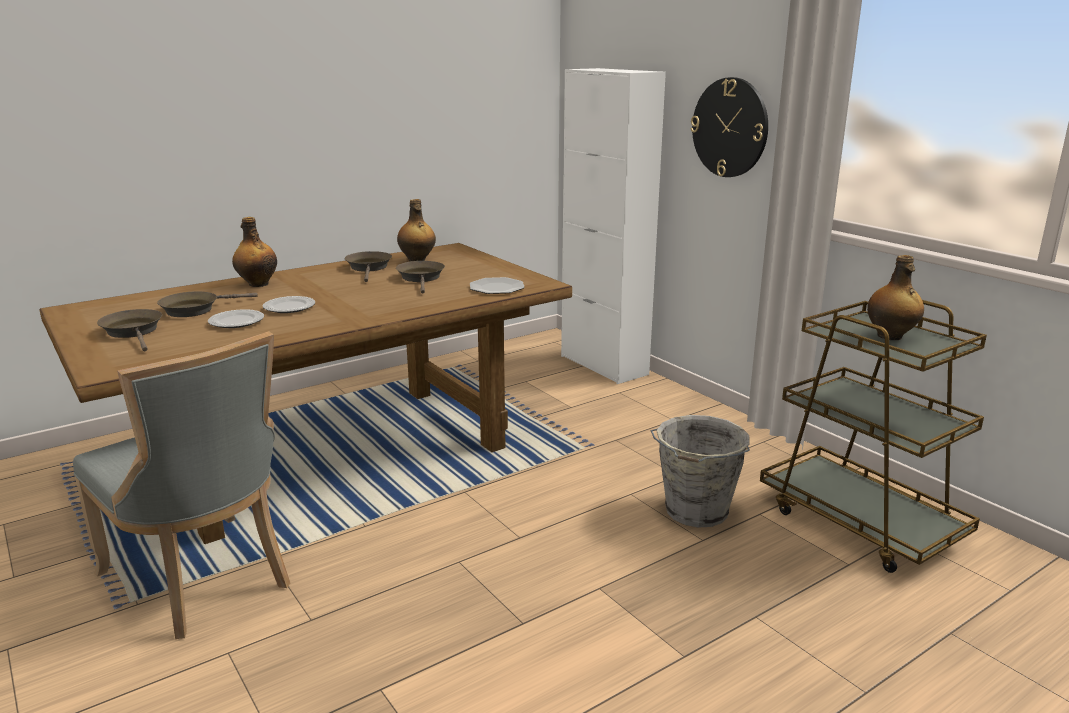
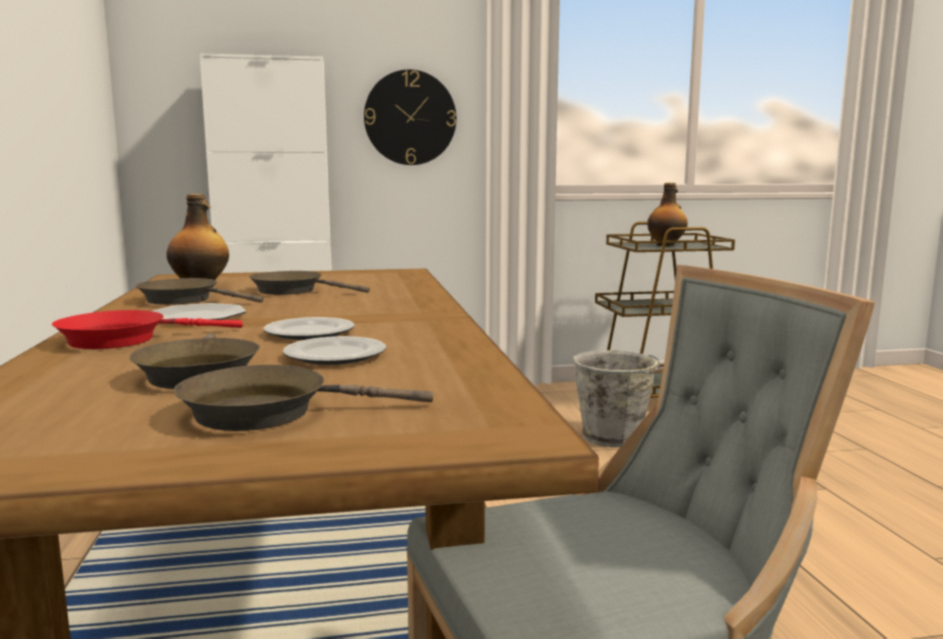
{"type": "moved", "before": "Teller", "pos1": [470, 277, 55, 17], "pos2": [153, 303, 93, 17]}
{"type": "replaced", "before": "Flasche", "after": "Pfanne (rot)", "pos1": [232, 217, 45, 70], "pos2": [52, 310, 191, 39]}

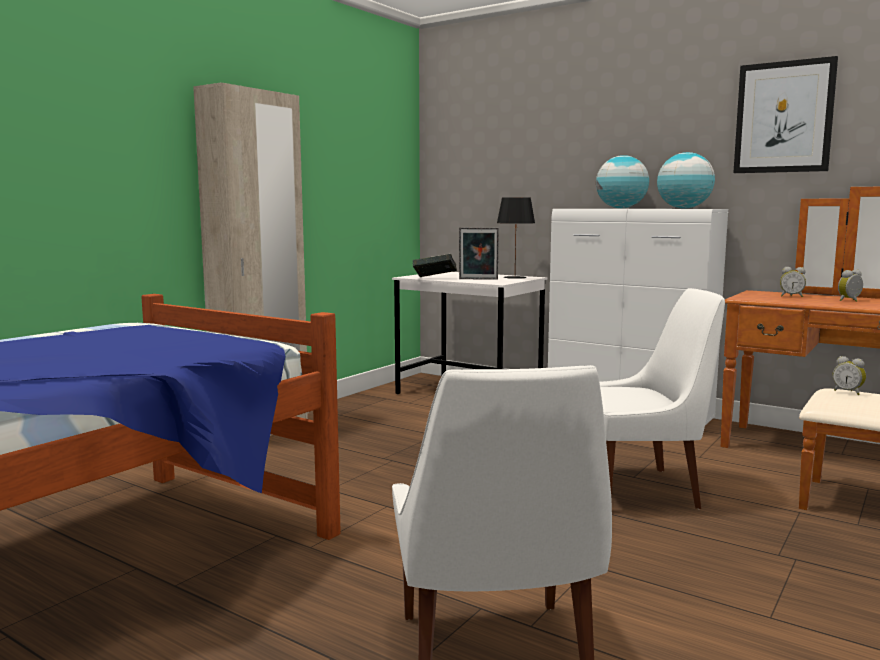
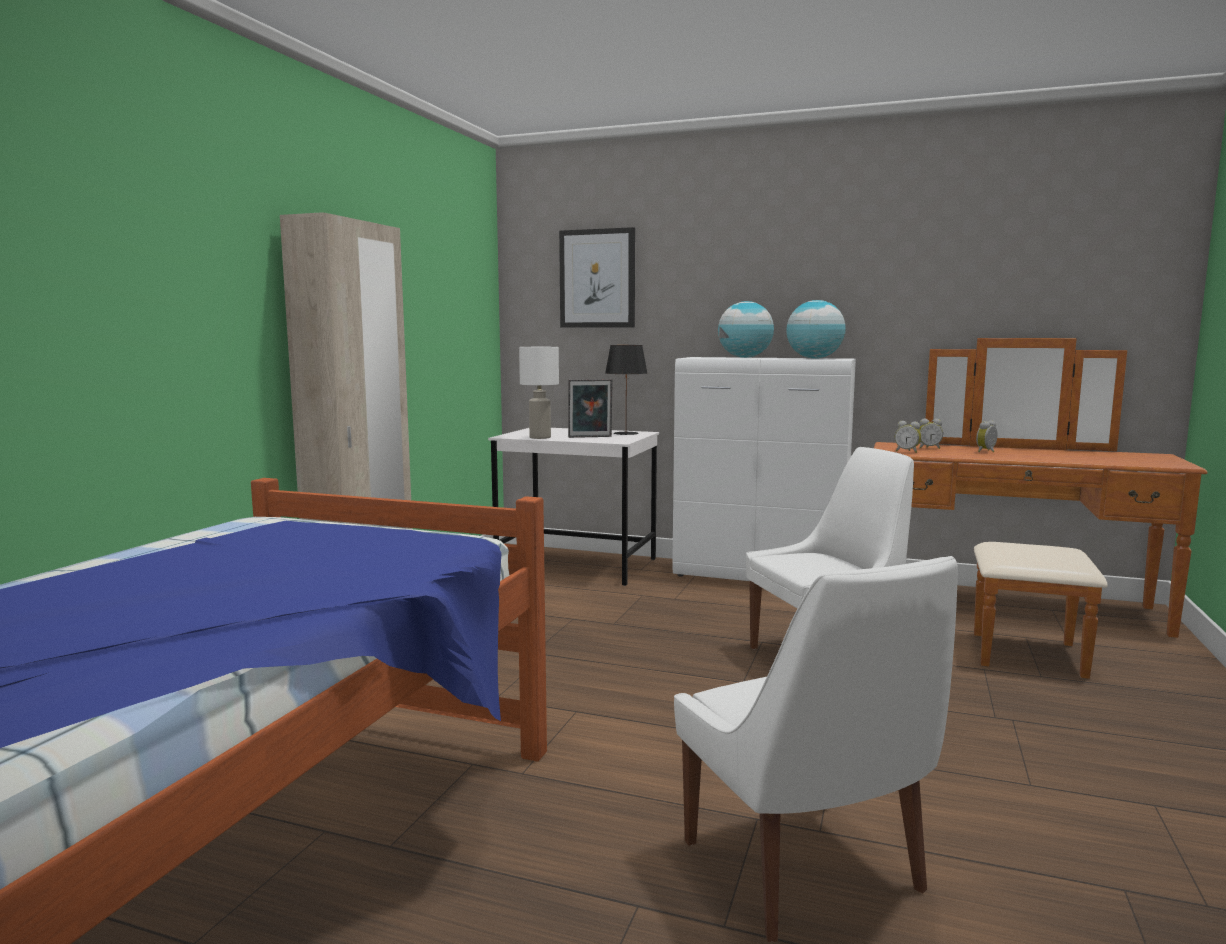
{"type": "moved", "before": "Bild", "pos1": [733, 56, 105, 117], "pos2": [559, 227, 76, 101]}
{"type": "moved", "before": "Wecker", "pos1": [833, 356, 33, 39], "pos2": [895, 421, 26, 32]}
{"type": "replaced", "before": "Buch", "after": "Tischlampe (weiß)", "pos1": [413, 254, 44, 23], "pos2": [519, 347, 40, 92]}

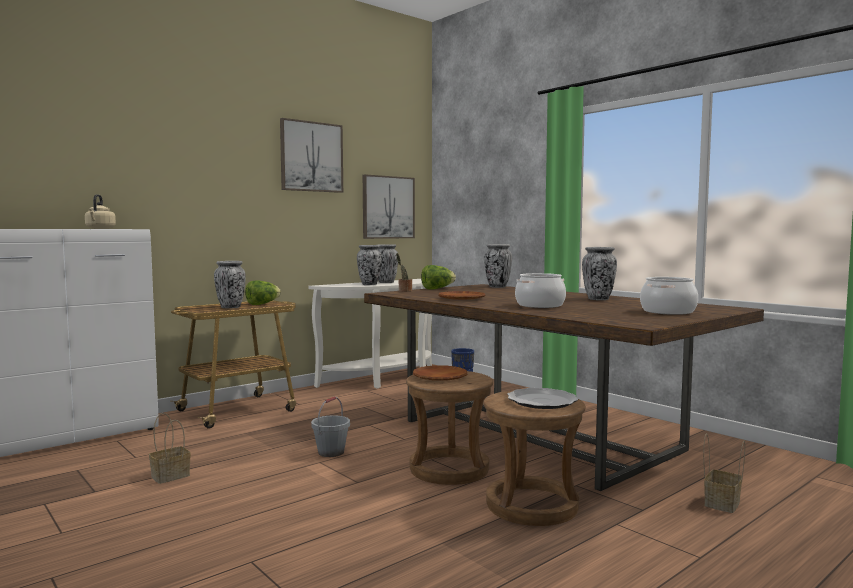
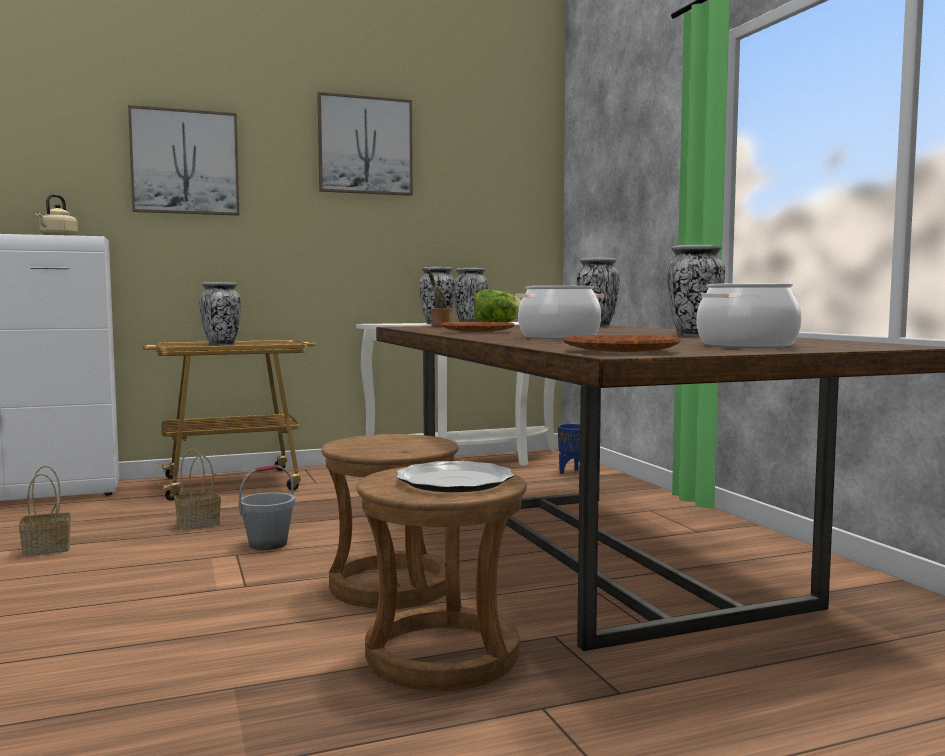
{"type": "removed", "before": "Salatkopf", "pos1": [245, 280, 36, 25]}
{"type": "moved", "before": "Bild", "pos1": [363, 174, 52, 65], "pos2": [128, 105, 111, 111]}
{"type": "moved", "before": "Teller (braun)", "pos1": [413, 365, 54, 16], "pos2": [563, 335, 118, 17]}
{"type": "moved", "before": "Korb", "pos1": [703, 434, 42, 79], "pos2": [174, 449, 47, 81]}

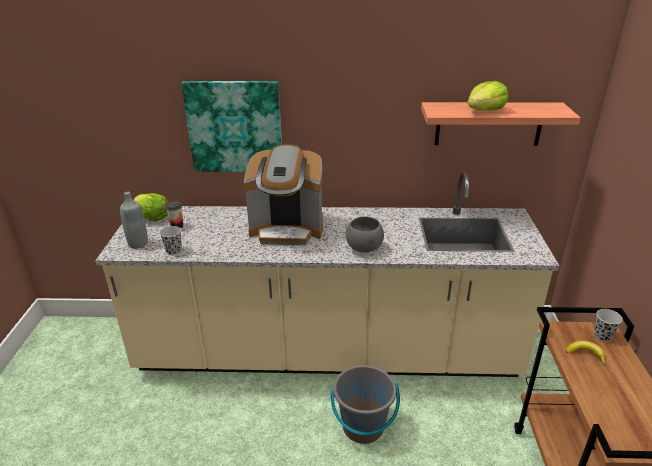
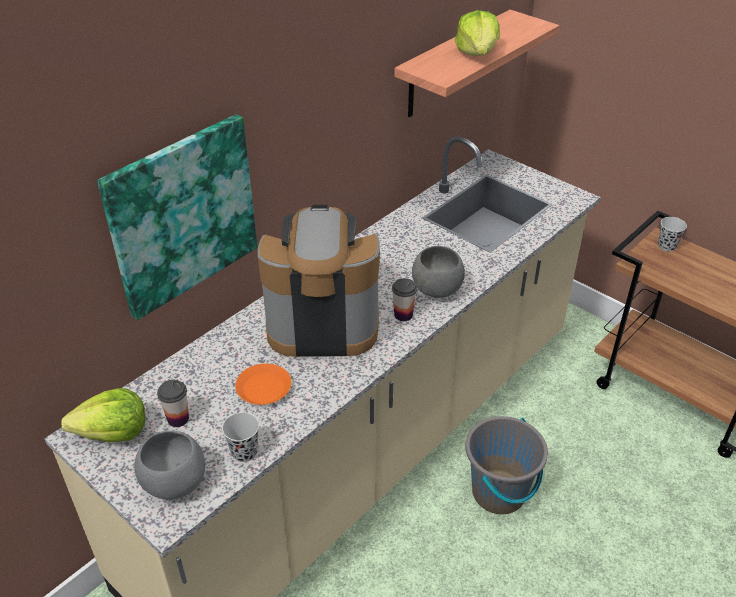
{"type": "removed", "before": "Banane", "pos1": [566, 341, 39, 24]}
{"type": "added", "after": "Teller (orange)", "pos2": [235, 364, 56, 41]}
{"type": "added", "after": "Tasse", "pos2": [392, 278, 25, 43]}
{"type": "replaced", "before": "Flasche (grau)", "after": "Schüssel (grau)", "pos1": [120, 192, 28, 57], "pos2": [135, 431, 70, 68]}
{"type": "turned", "before": "Kaffeemaschine", "pos1": [244, 144, 79, 101], "pos2": [258, 205, 122, 152], "turn": -135}

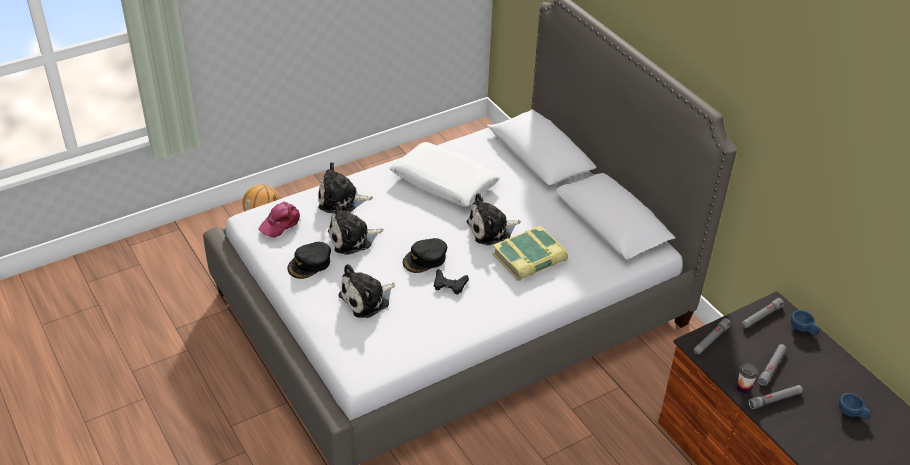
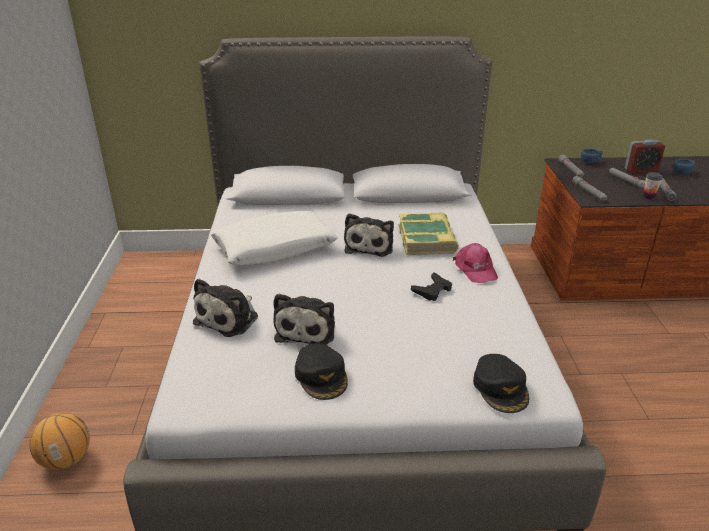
{"type": "removed", "before": "Plüschtier", "pos1": [338, 264, 57, 54]}
{"type": "added", "after": "Wecker", "pos2": [625, 140, 40, 34]}
{"type": "moved", "before": "Kappe (rosa)", "pos1": [258, 202, 42, 36], "pos2": [453, 243, 45, 40]}
{"type": "moved", "before": "Kappe (schwarz)", "pos1": [403, 238, 44, 35], "pos2": [473, 354, 56, 59]}

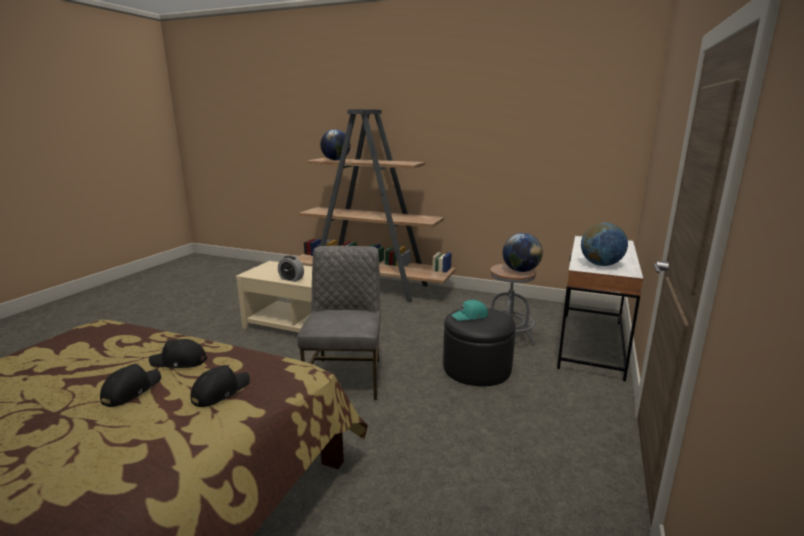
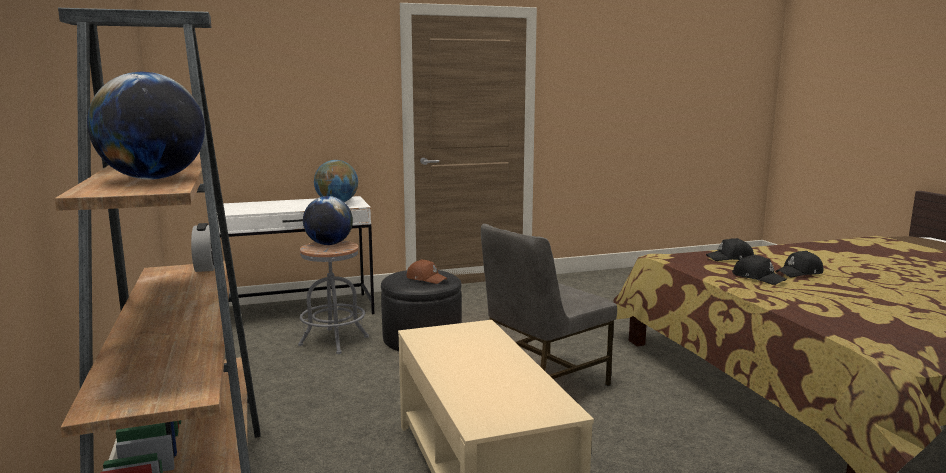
{"type": "moved", "before": "Wecker", "pos1": [278, 256, 26, 26], "pos2": [191, 223, 24, 49]}
{"type": "recoloured", "before": "Kappe (türkis)", "after": "Kappe (braun)", "pos1": [452, 300, 36, 21], "pos2": [406, 259, 41, 25]}

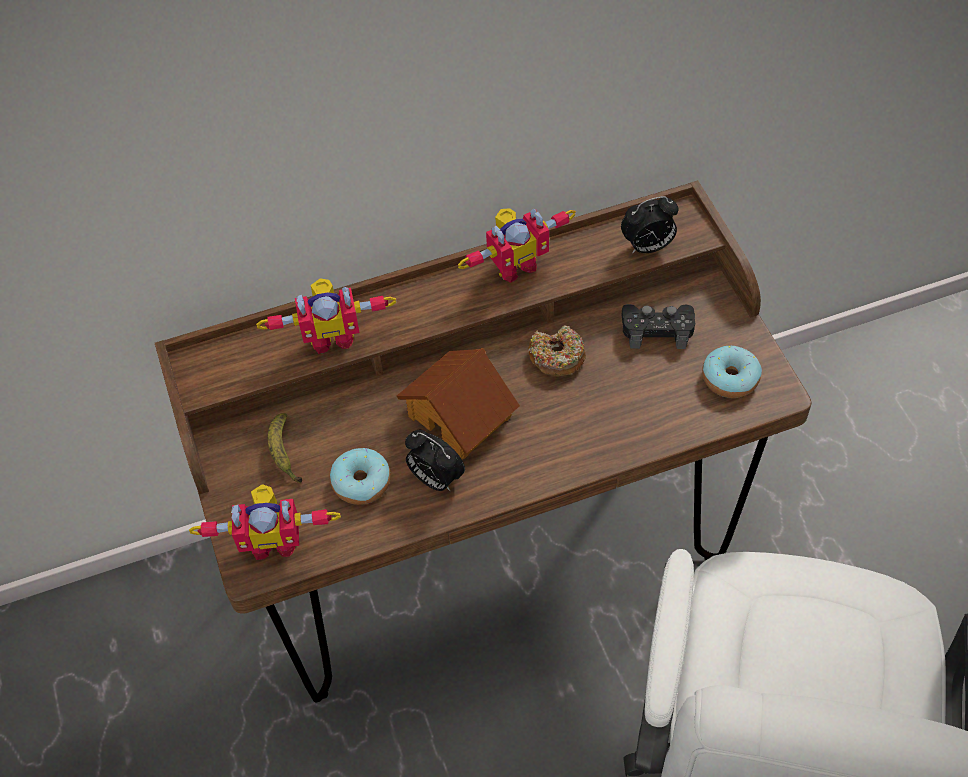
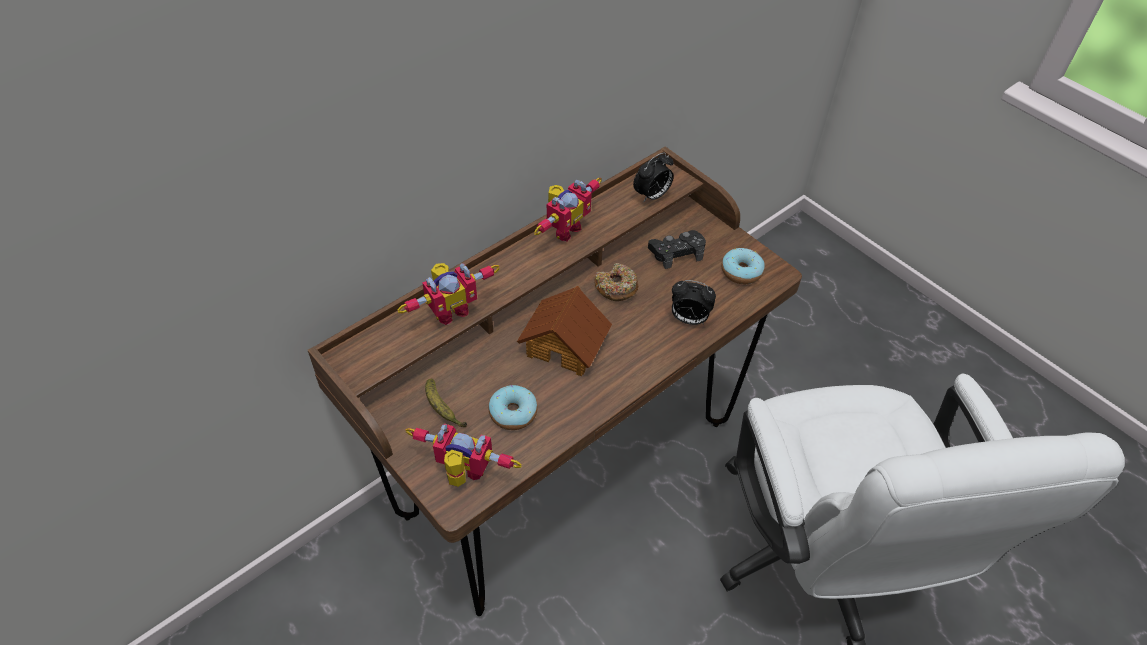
{"type": "moved", "before": "Wecker", "pos1": [405, 430, 60, 62], "pos2": [672, 280, 44, 45]}
{"type": "turned", "before": "Spielzeugroboter", "pos1": [189, 484, 152, 76], "pos2": [405, 423, 117, 64], "turn": -135}

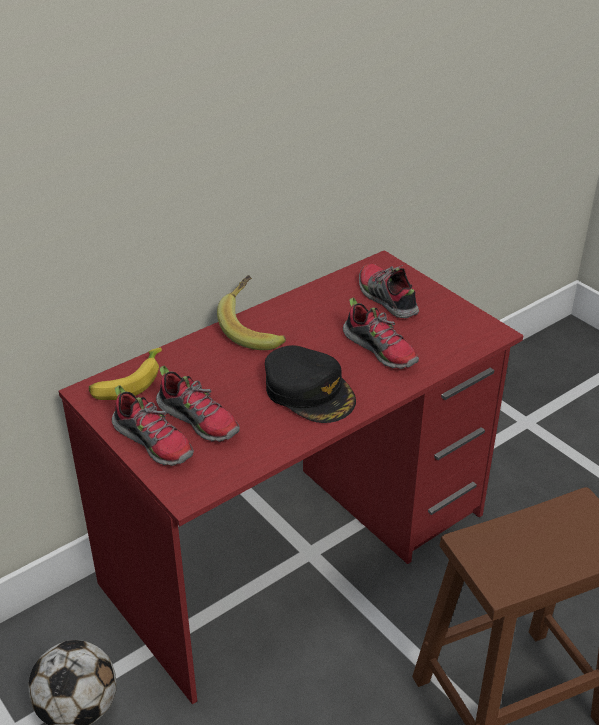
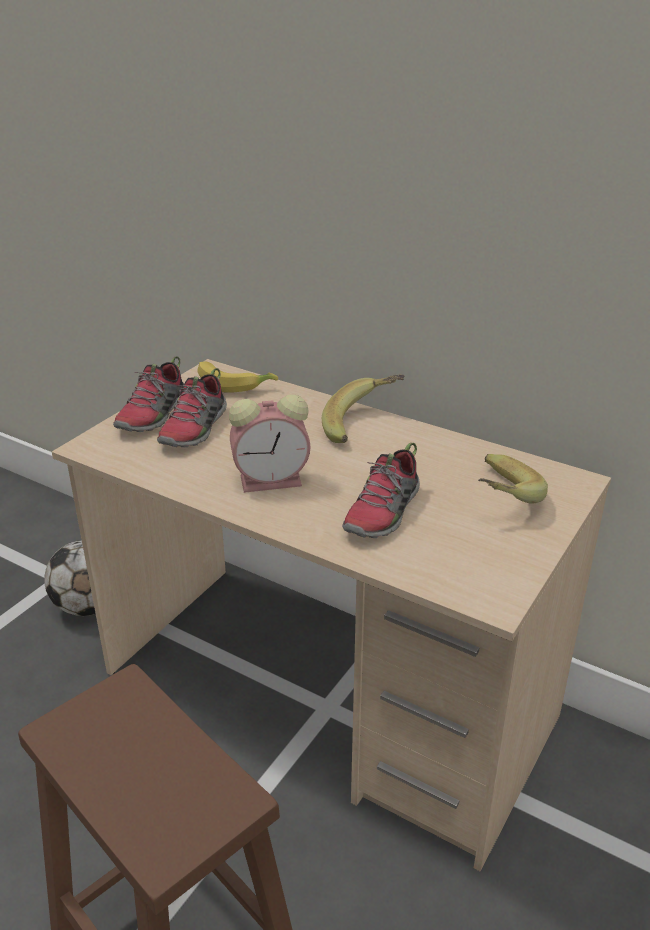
{"type": "replaced", "before": "Kappe (schwarz)", "after": "Wecker", "pos1": [265, 345, 91, 78], "pos2": [229, 395, 82, 98]}
{"type": "replaced", "before": "Schuh", "after": "Banane", "pos1": [359, 264, 60, 54], "pos2": [478, 454, 70, 50]}
{"type": "recoloured", "before": "Schreibtisch (rot)", "after": "Schreibtisch (beige)", "pos1": [59, 250, 465, 455], "pos2": [52, 359, 559, 512]}

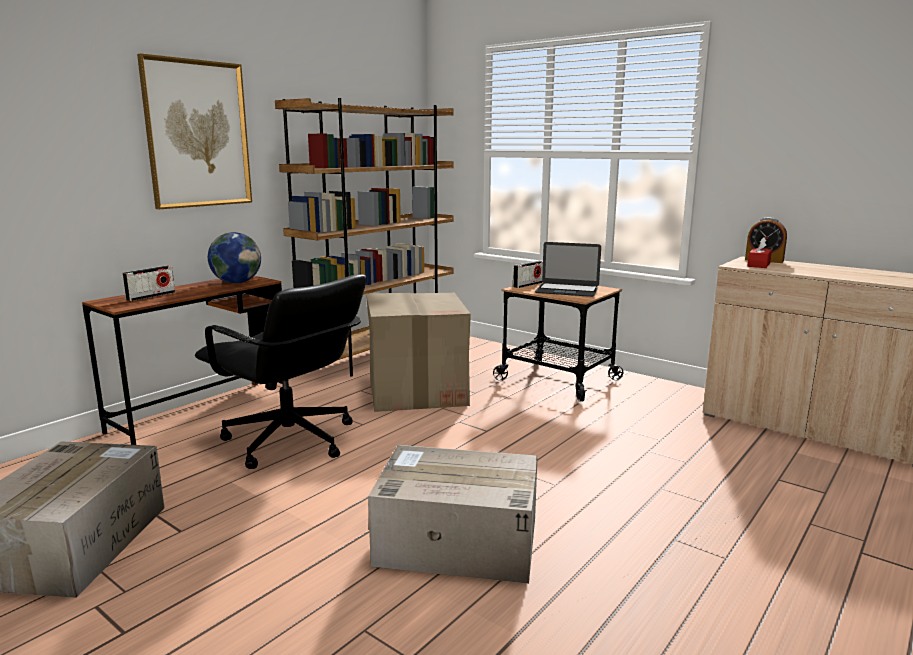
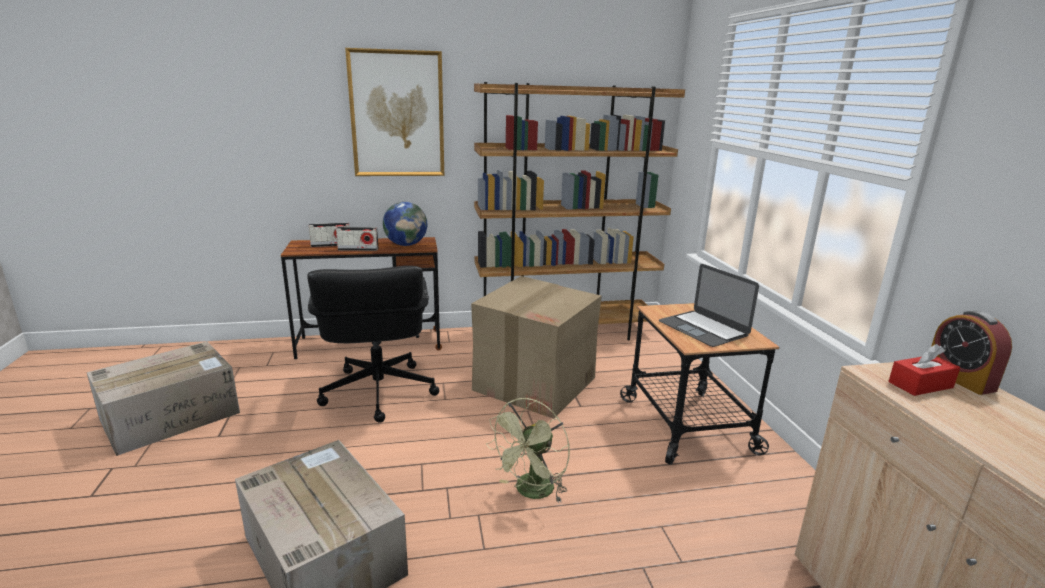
{"type": "added", "after": "Ventilator (grün)", "pos2": [486, 398, 84, 105]}
{"type": "moved", "before": "Radio", "pos1": [513, 261, 30, 27], "pos2": [336, 227, 43, 24]}

